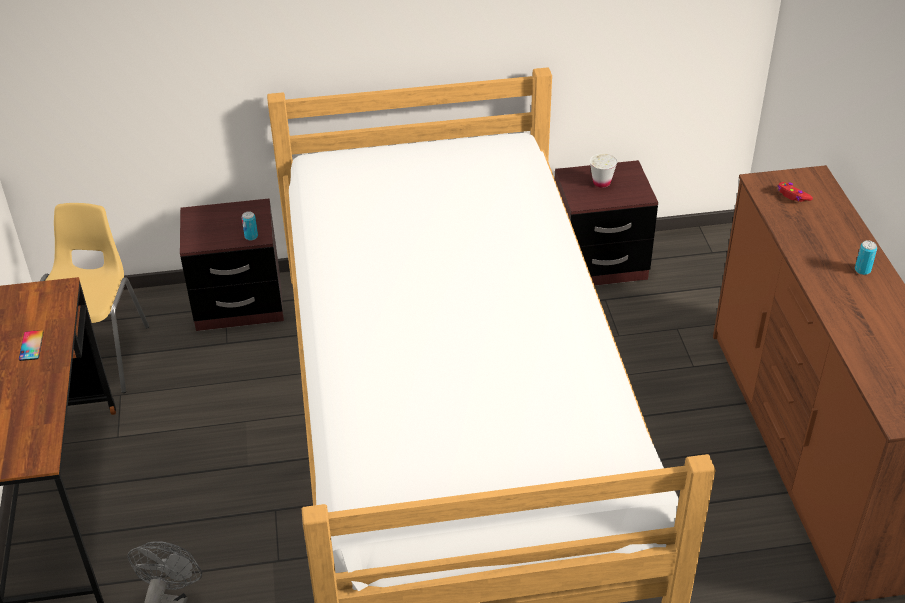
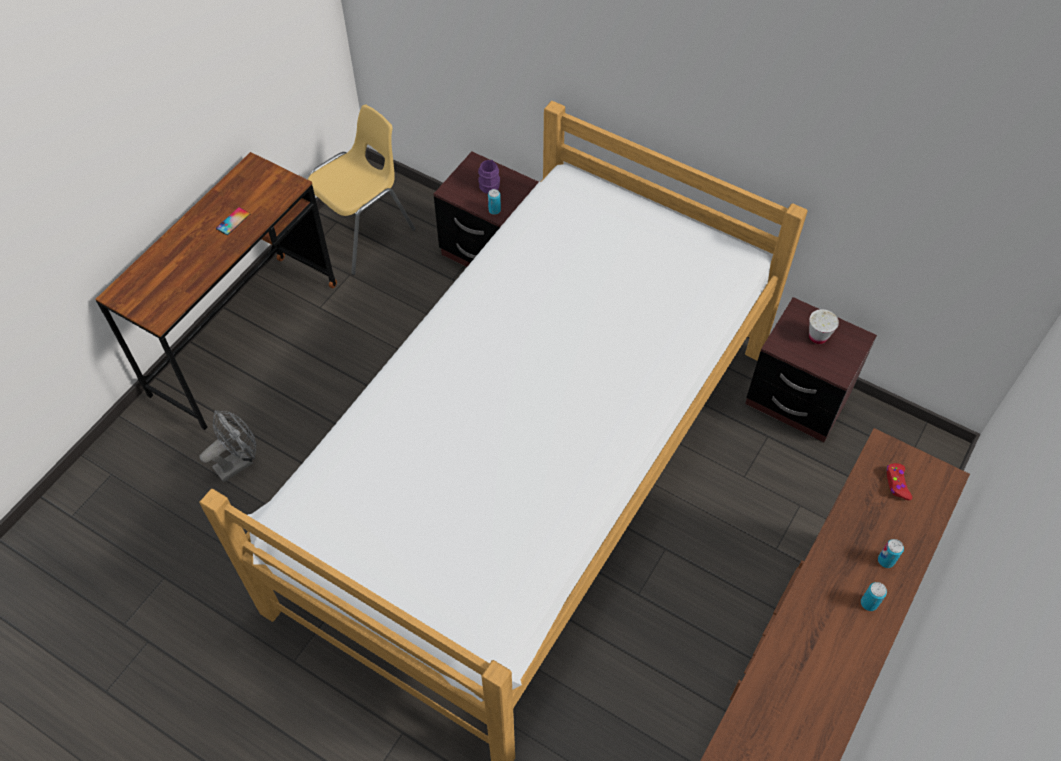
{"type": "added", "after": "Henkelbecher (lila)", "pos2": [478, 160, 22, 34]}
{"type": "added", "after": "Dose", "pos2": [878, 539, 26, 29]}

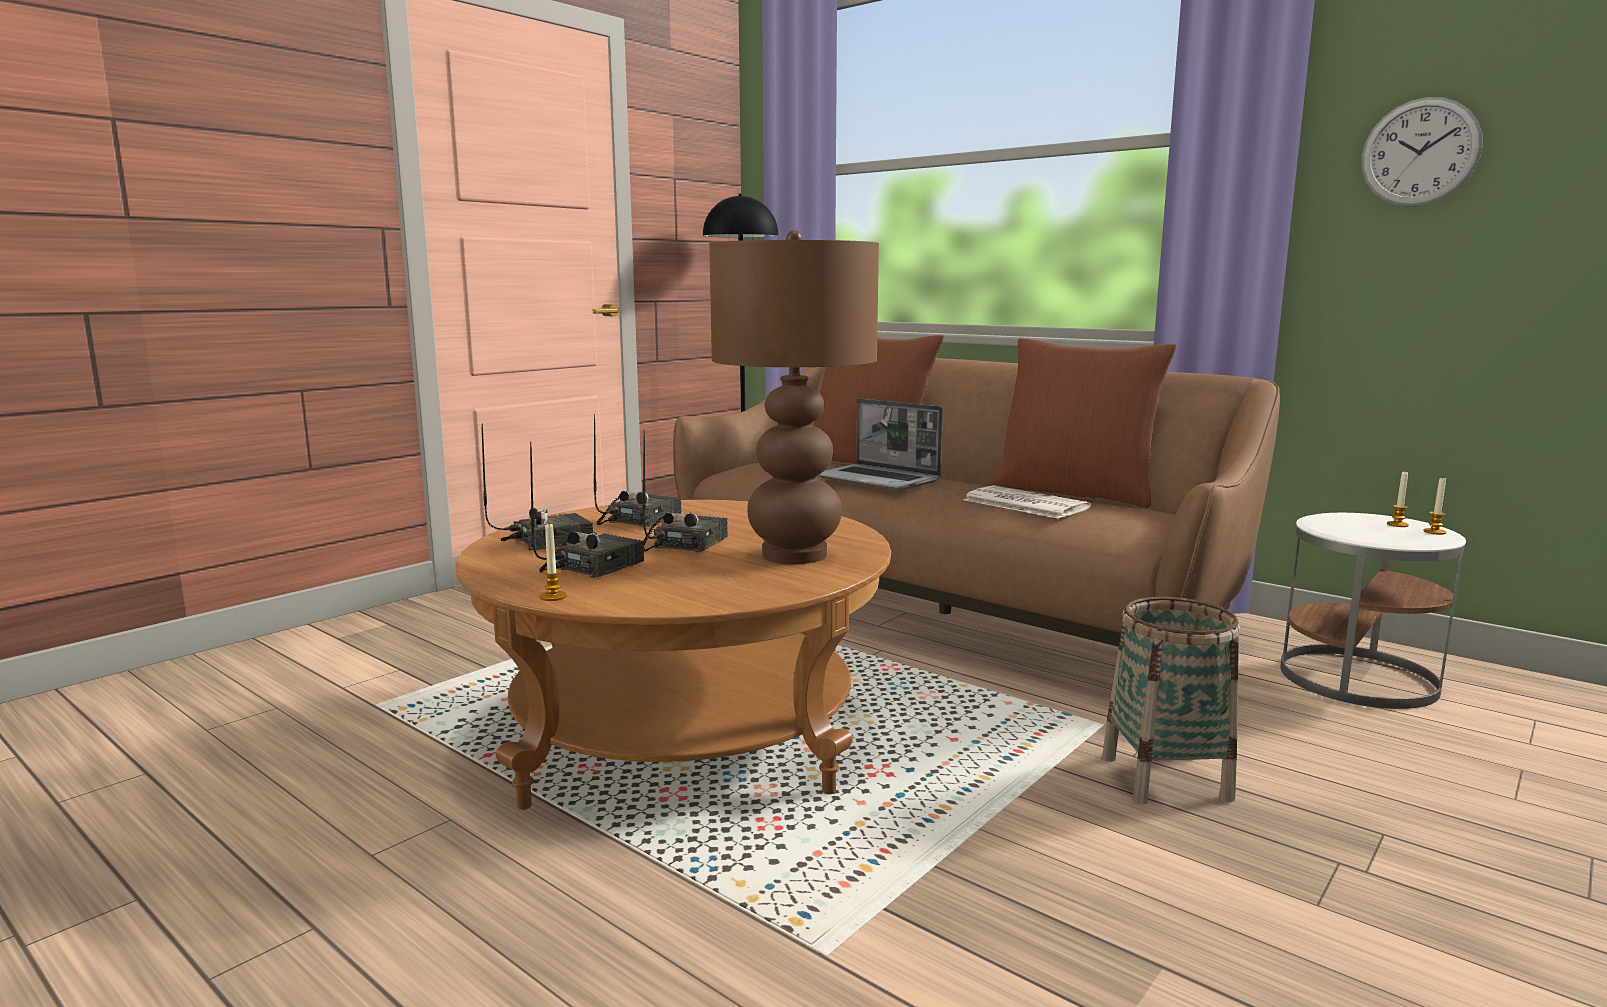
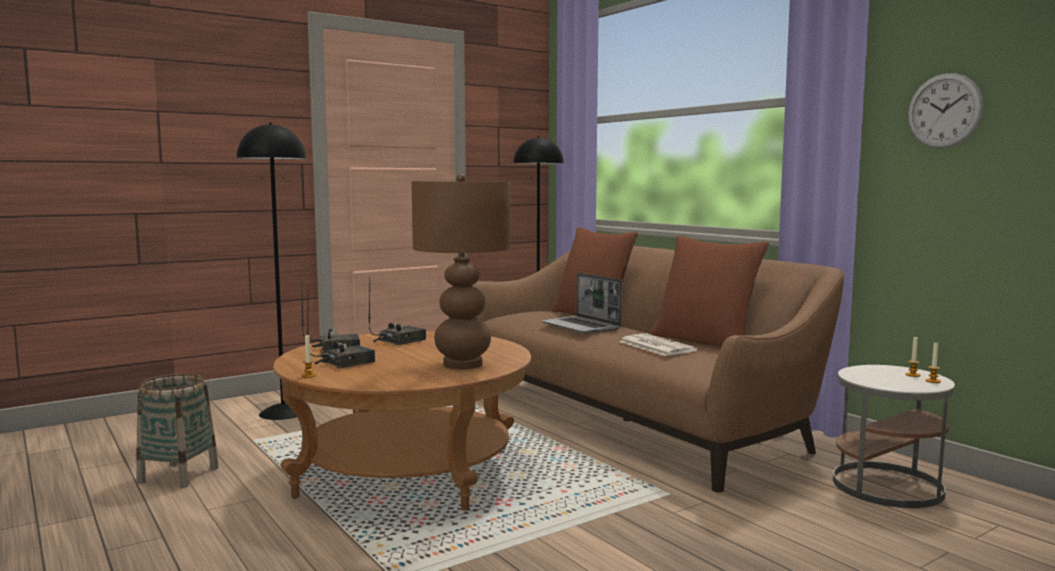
{"type": "removed", "before": "Radio", "pos1": [642, 429, 86, 124]}
{"type": "added", "after": "Stehlampe (schwarz)", "pos2": [237, 122, 69, 298]}
{"type": "moved", "before": "Korb", "pos1": [1102, 597, 138, 207], "pos2": [136, 373, 83, 115]}

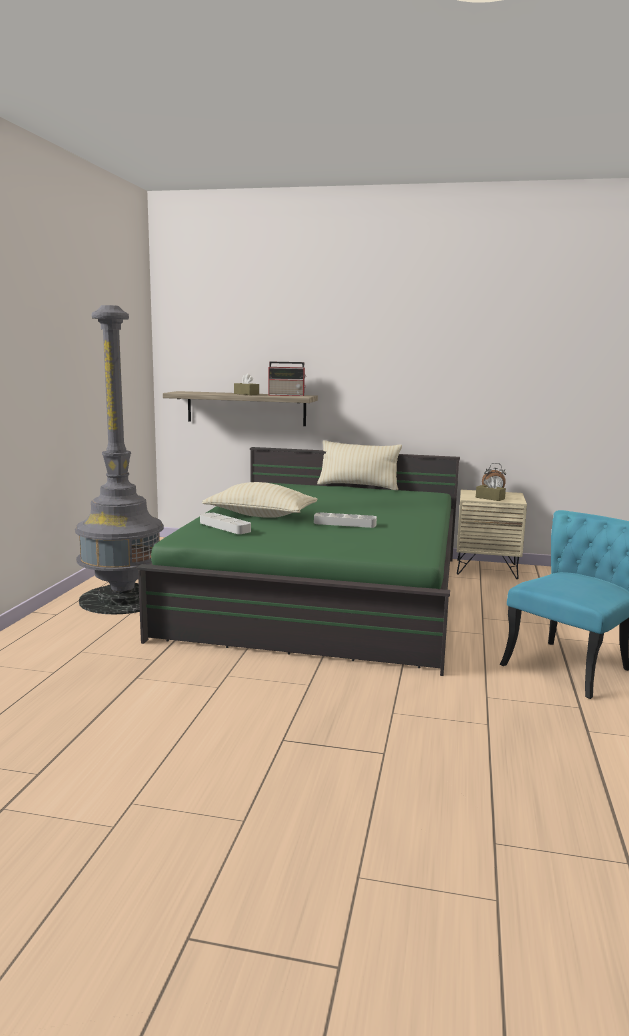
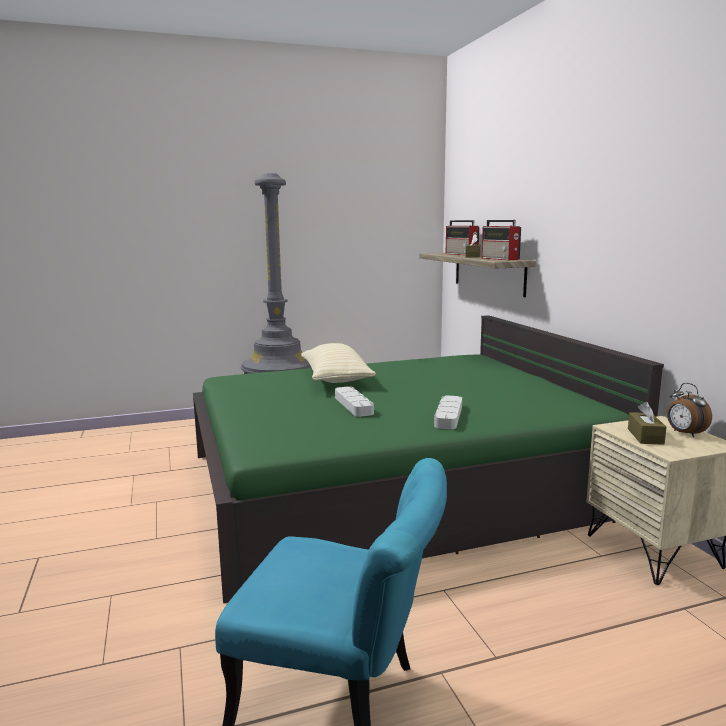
{"type": "removed", "before": "Kissen (beige)", "pos1": [317, 440, 85, 50]}
{"type": "added", "after": "Radio", "pos2": [446, 220, 33, 35]}
{"type": "moved", "before": "Tablett (grau)", "pos1": [200, 512, 51, 22], "pos2": [434, 396, 28, 33]}

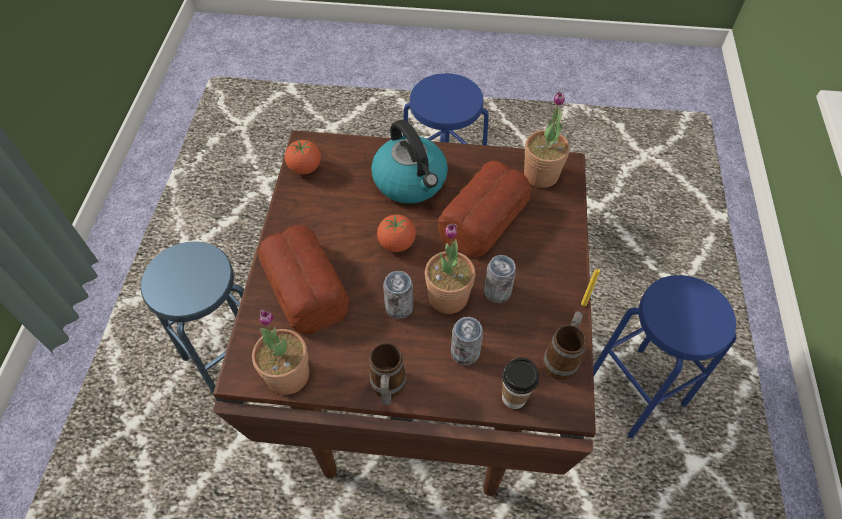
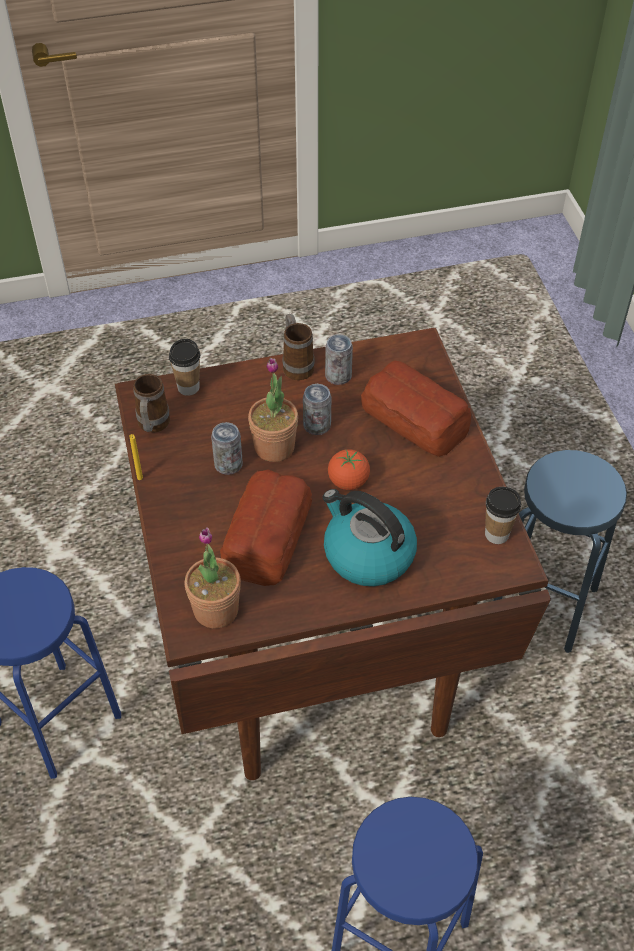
{"type": "removed", "before": "Topfpflanze", "pos1": [252, 310, 57, 85]}
{"type": "moved", "before": "Dose", "pos1": [451, 317, 32, 48], "pos2": [325, 334, 28, 51]}
{"type": "replaced", "before": "Tomate", "after": "Tasse", "pos1": [285, 140, 36, 34], "pos2": [485, 487, 36, 57]}

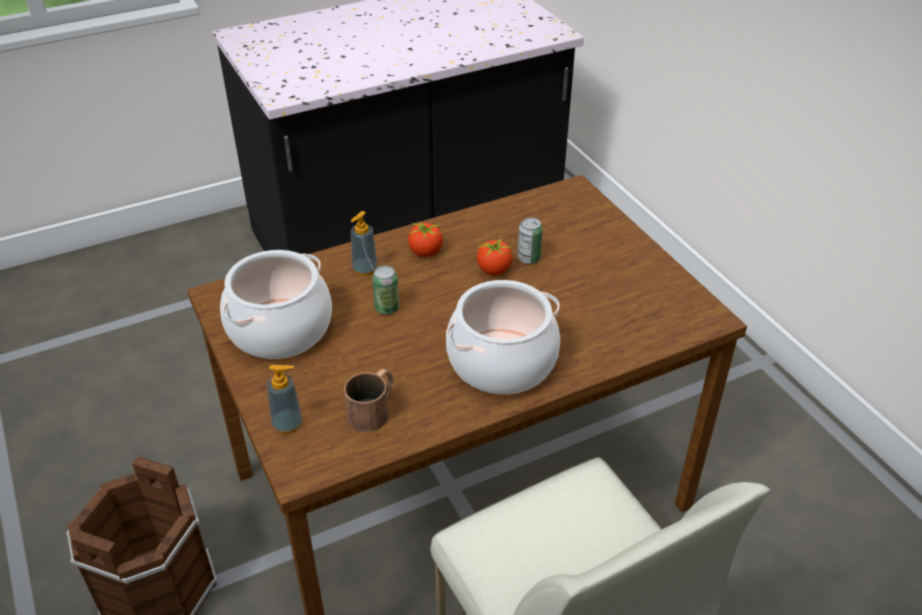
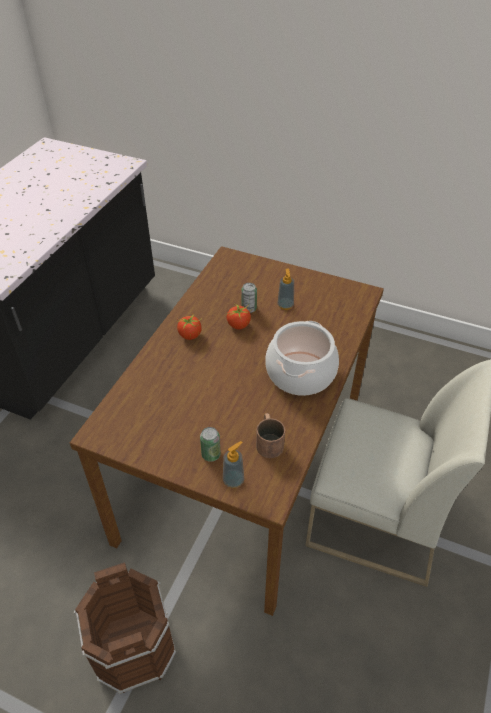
{"type": "removed", "before": "Kochtopf", "pos1": [220, 250, 112, 109]}
{"type": "moved", "before": "Seifenspender", "pos1": [351, 211, 27, 65], "pos2": [277, 268, 17, 42]}
{"type": "moved", "before": "Dose", "pos1": [372, 265, 27, 49], "pos2": [200, 427, 21, 35]}

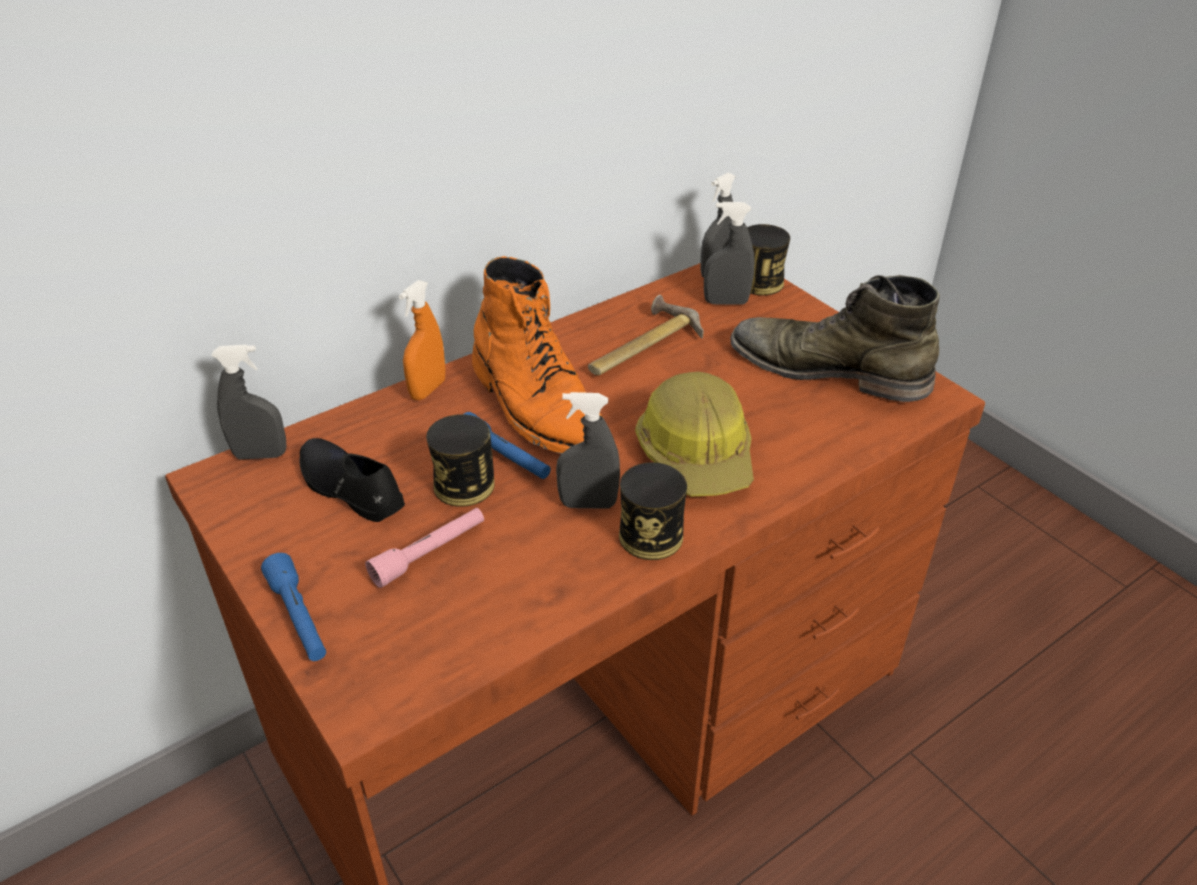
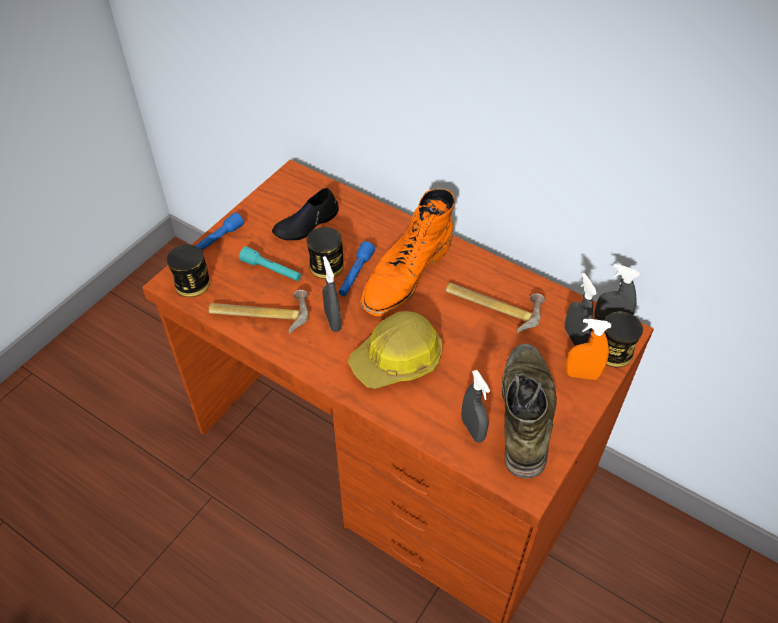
{"type": "added", "after": "Hammer", "pos2": [209, 290, 99, 44]}
{"type": "moved", "before": "Sprühflasche (grau)", "pos1": [211, 344, 76, 116], "pos2": [461, 370, 29, 73]}
{"type": "moved", "before": "Sprühflasche (orange)", "pos1": [399, 280, 47, 120], "pos2": [565, 319, 46, 61]}
{"type": "moved", "before": "Dose", "pos1": [619, 462, 68, 98], "pos2": [167, 244, 43, 53]}
{"type": "recoloured", "before": "Taschenlampe (rosa)", "after": "Taschenlampe (türkis)", "pos1": [365, 508, 119, 80], "pos2": [239, 246, 62, 35]}
{"type": "turned", "before": "Schuh (schwarz)", "pos1": [300, 438, 105, 84], "pos2": [272, 188, 67, 52], "turn": -150}

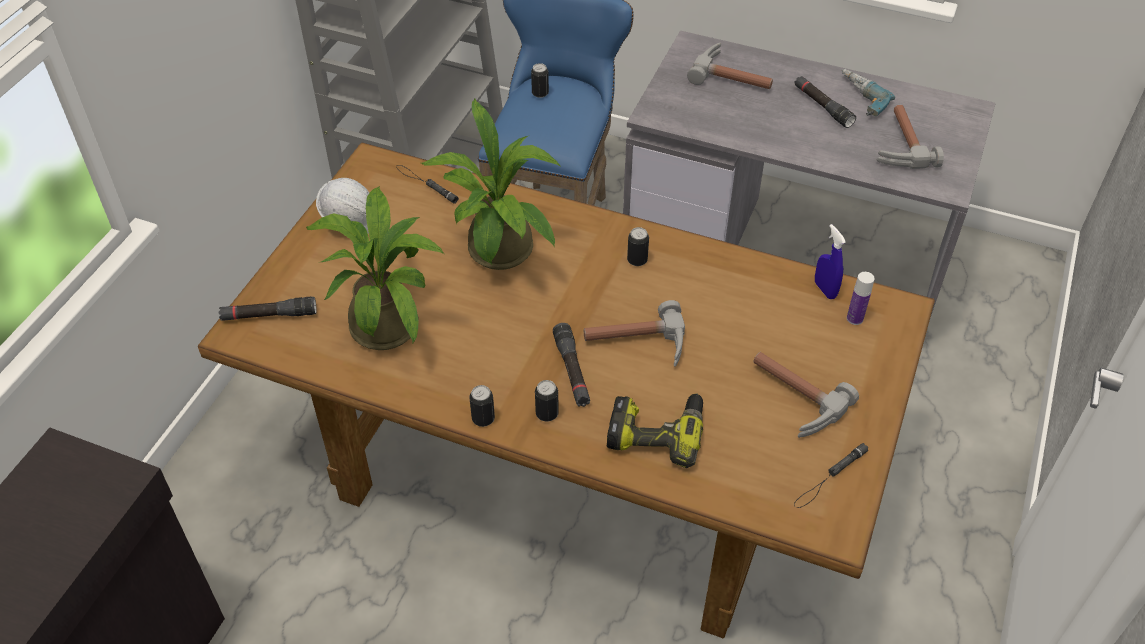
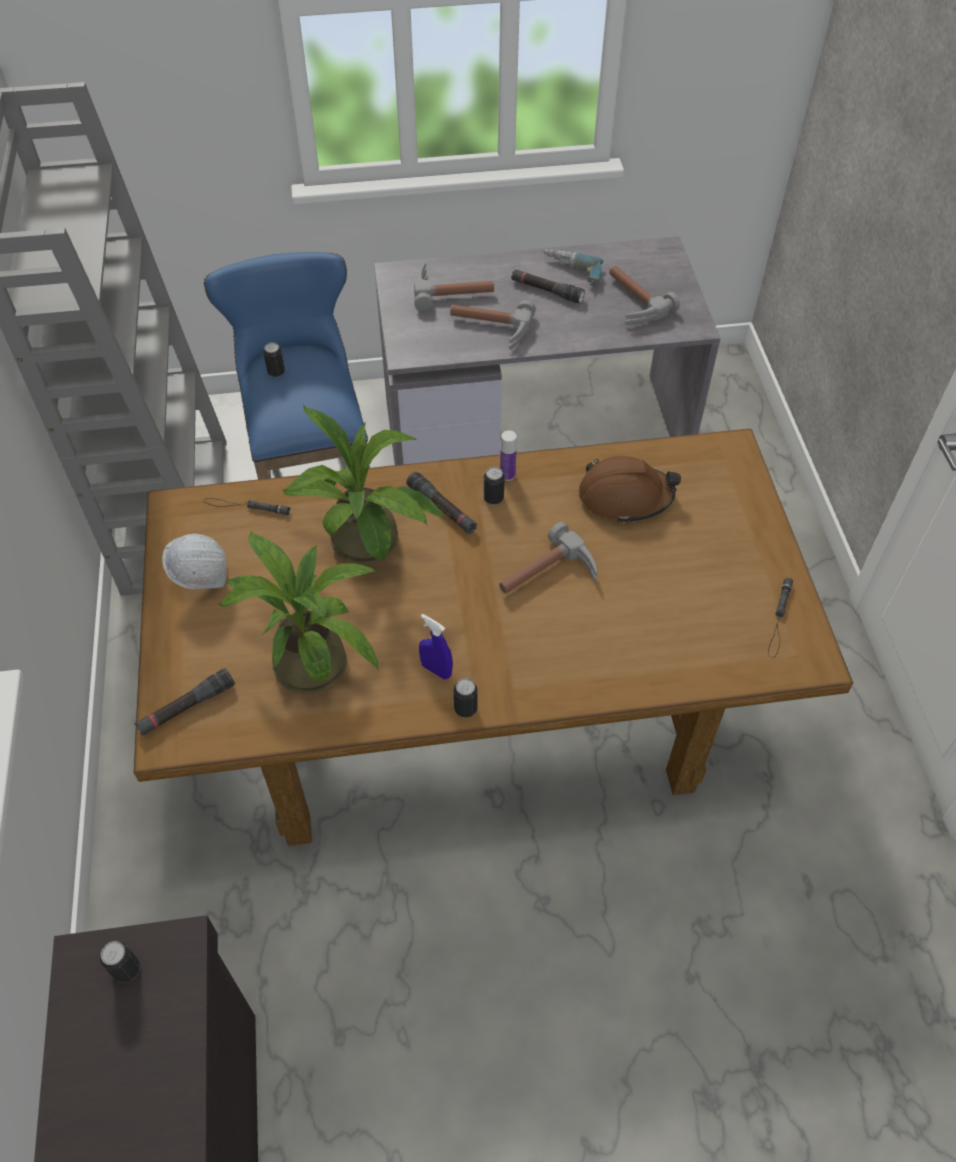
{"type": "removed", "before": "Bohrmaschine", "pos1": [607, 393, 96, 75]}
{"type": "added", "after": "Schutzhelm (braun)", "pos2": [579, 456, 102, 68]}
{"type": "moved", "before": "Dose", "pos1": [535, 380, 24, 42], "pos2": [100, 941, 40, 42]}
{"type": "moved", "before": "Taschenlampe (schwarz)", "pos1": [553, 323, 37, 84], "pos2": [406, 472, 71, 62]}
{"type": "moved", "before": "Hammer", "pos1": [754, 352, 105, 86], "pos2": [450, 300, 86, 49]}
{"type": "moved", "before": "Sprühflasche (blau)", "pos1": [815, 224, 31, 75], "pos2": [419, 614, 34, 66]}
{"type": "moved", "before": "Flasche", "pos1": [847, 272, 28, 53], "pos2": [500, 430, 17, 51]}

